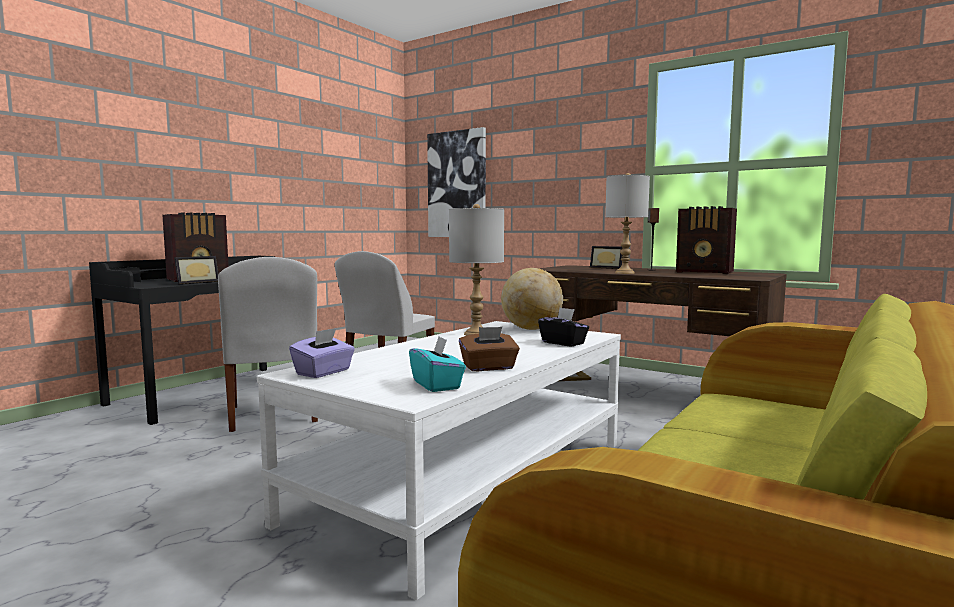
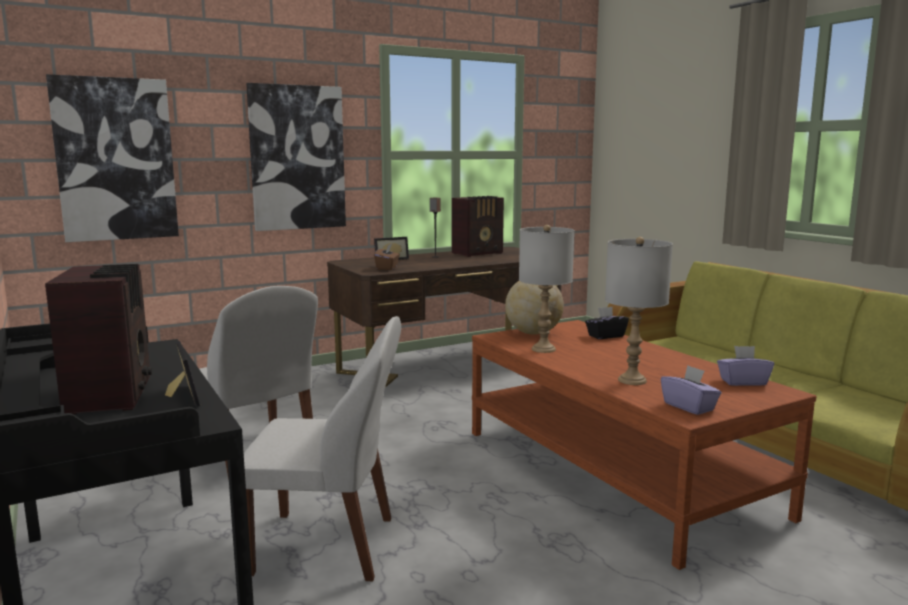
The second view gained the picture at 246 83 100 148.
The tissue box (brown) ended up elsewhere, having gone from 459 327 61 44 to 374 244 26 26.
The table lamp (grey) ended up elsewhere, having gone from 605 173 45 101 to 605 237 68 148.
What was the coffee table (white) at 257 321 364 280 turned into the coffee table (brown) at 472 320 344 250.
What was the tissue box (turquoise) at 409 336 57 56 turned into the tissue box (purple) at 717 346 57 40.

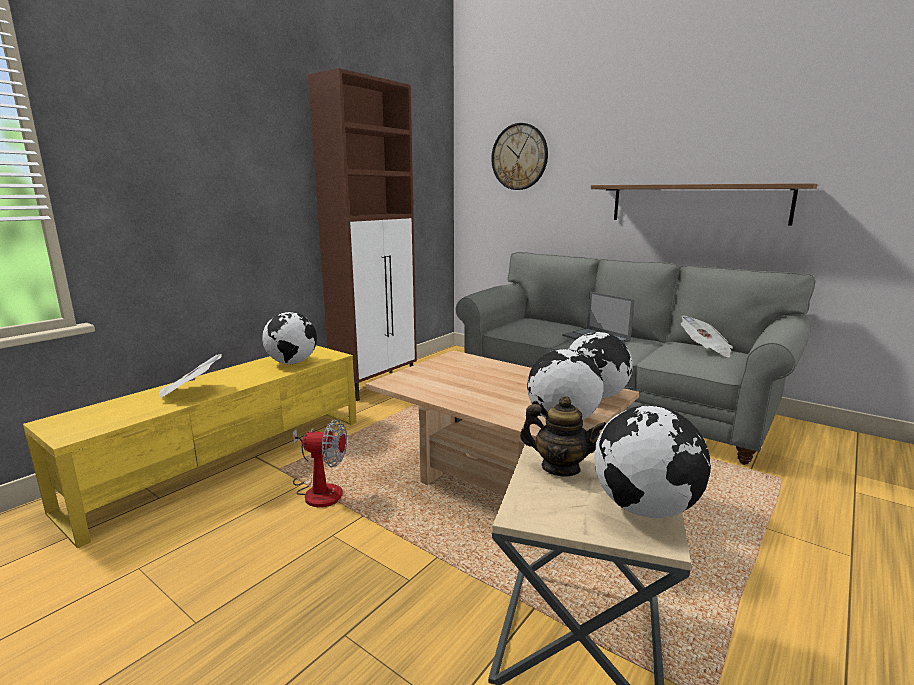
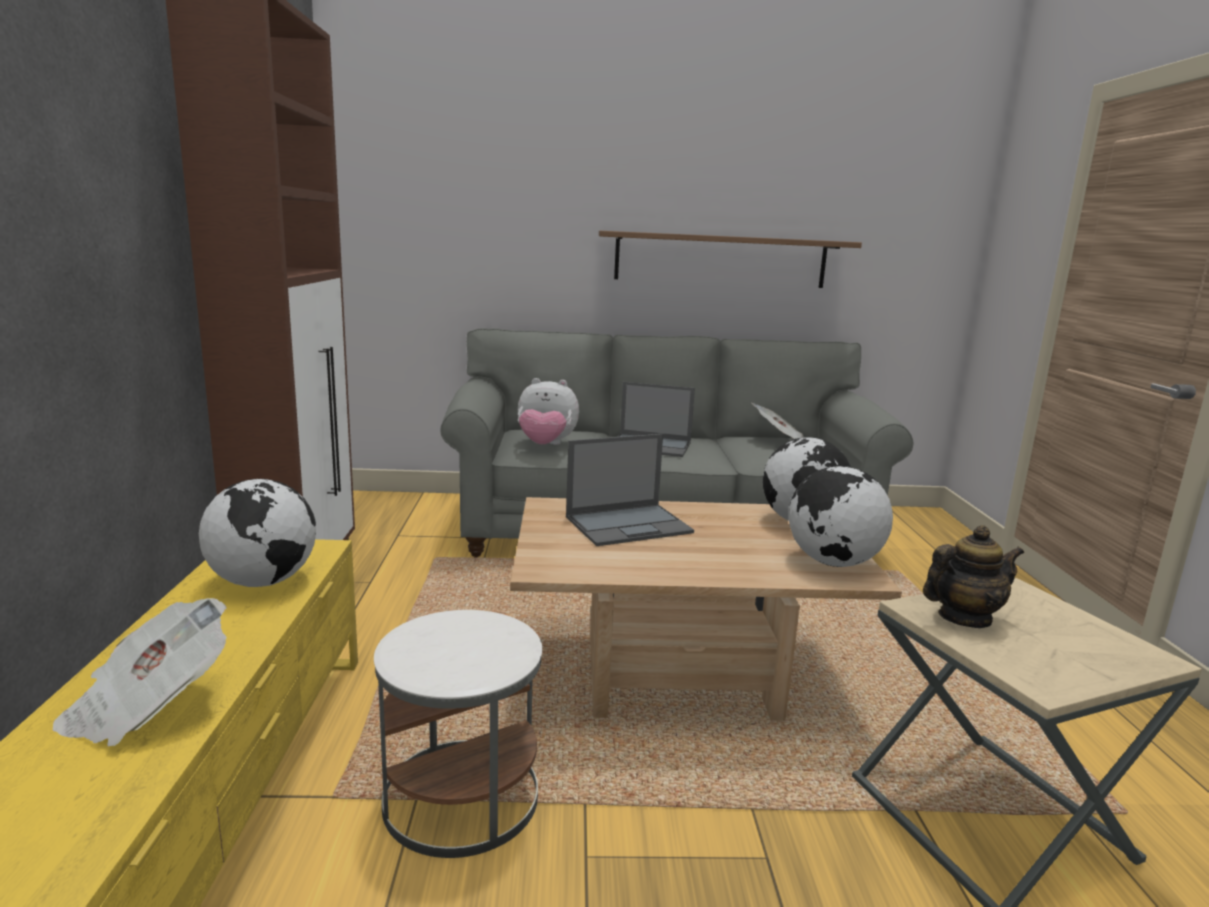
The second view lost the wall clock at 491 123 57 67.
The second view lost the globe at 594 406 117 112.
The second view gained the plush toy at 518 378 61 67.
The second view gained the laptop at 566 434 128 112.
Where the fan stood at 293 419 54 88, the side table (white) came to stand at 374 610 168 248.

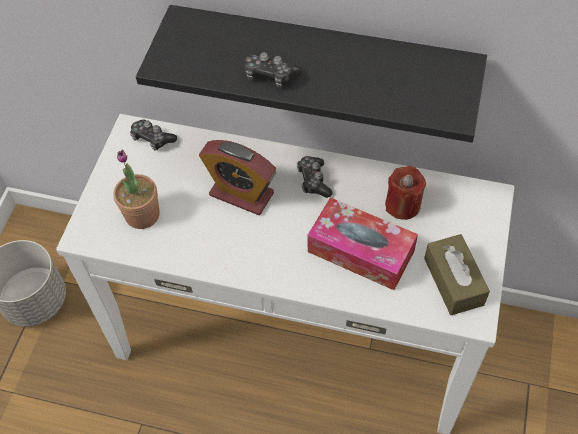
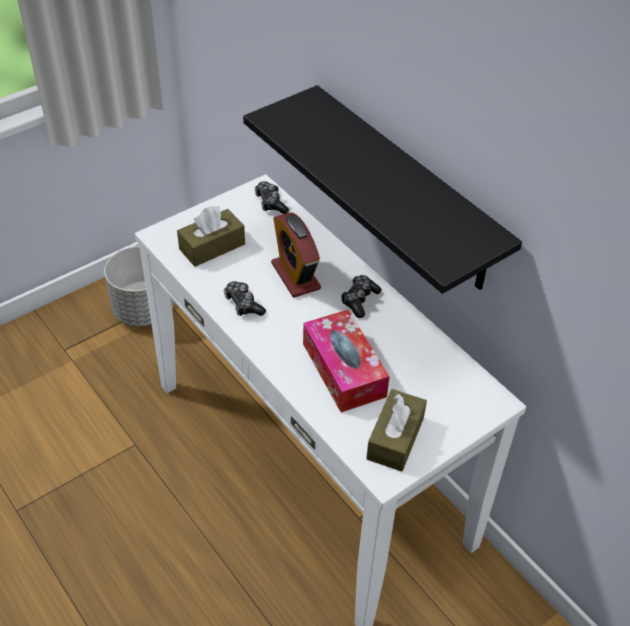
The second view lost the candle (red) at 385 166 41 54.
The game controller ended up elsewhere, having gone from 244 52 57 36 to 224 281 42 35.
Where the potted plant stood at 113 149 47 80, the tissue box (brown) came to stand at 177 206 68 61.

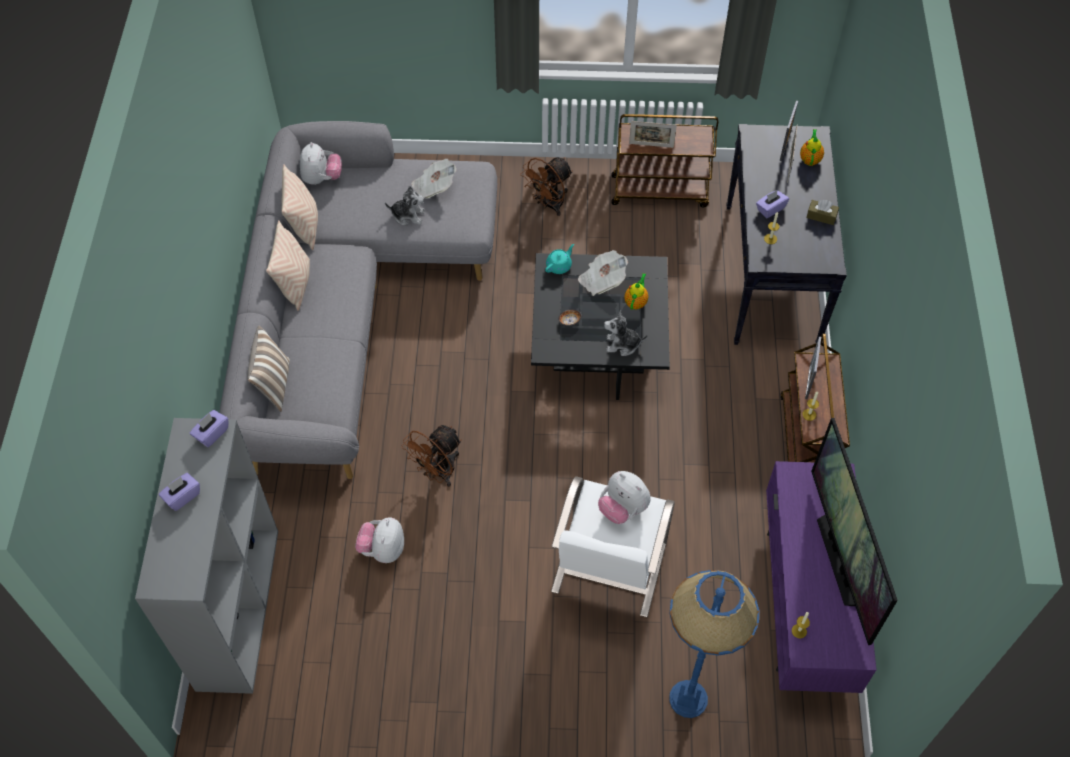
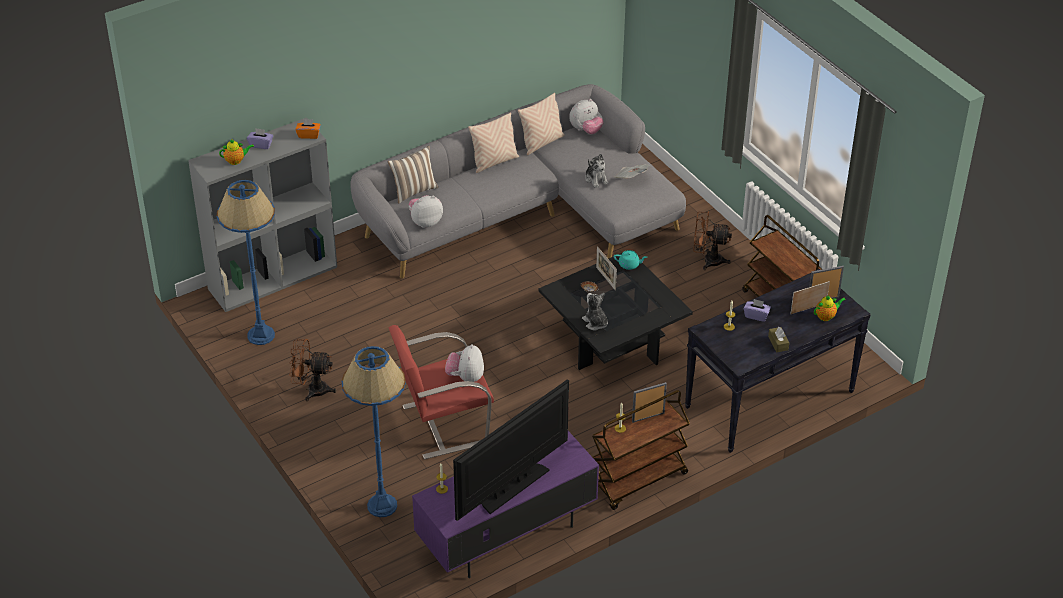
The second view lost the newspaper at 578 250 50 46.
The second view gained the floor lamp (blue) at 217 180 58 165.
The plush toy ended up elsewhere, having gone from 355 517 49 46 to 409 195 34 33.
The fan (brown) ended up elsewhere, having gone from 402 425 60 62 to 289 339 47 62.
The teapot ended up elsewhere, having gone from 624 273 24 37 to 219 139 35 26.
The picture frame ended up elsewhere, having gone from 629 121 48 27 to 596 246 21 44.
What was the tissue box (purple) at 190 410 38 37 turned into the tissue box (orange) at 295 119 26 20.
What was the armchair (white) at 551 476 124 141 turned into the armchair (red) at 388 325 106 134.

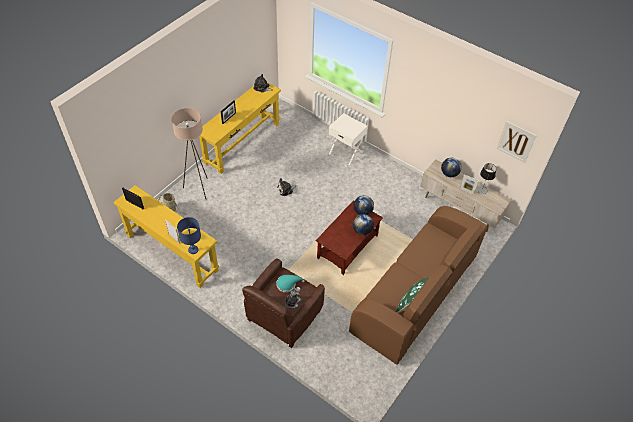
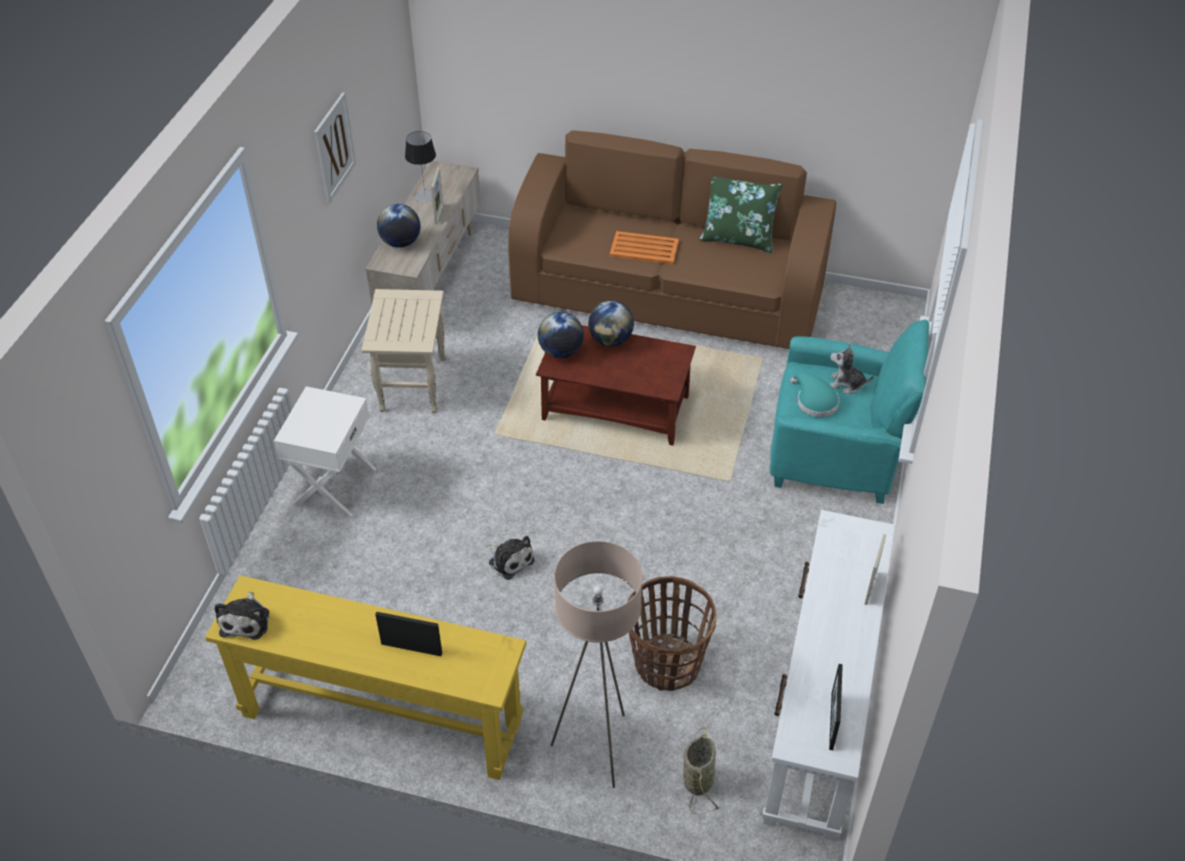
The second view lost the table lamp (blue) at 177 217 24 37.
The second view gained the side table (beige) at 361 289 85 124.
The second view gained the tray (orange) at 610 231 69 33.
The second view gained the basket at 627 576 89 115.
The picture ended up elsewhere, having gone from 496 121 41 42 to 314 92 42 112.
What was the console table (yellow) at 113 185 106 103 turned into the console table (white) at 762 510 133 332.
What was the armchair (brown) at 242 259 83 89 turned into the armchair (turquoise) at 770 320 159 184.

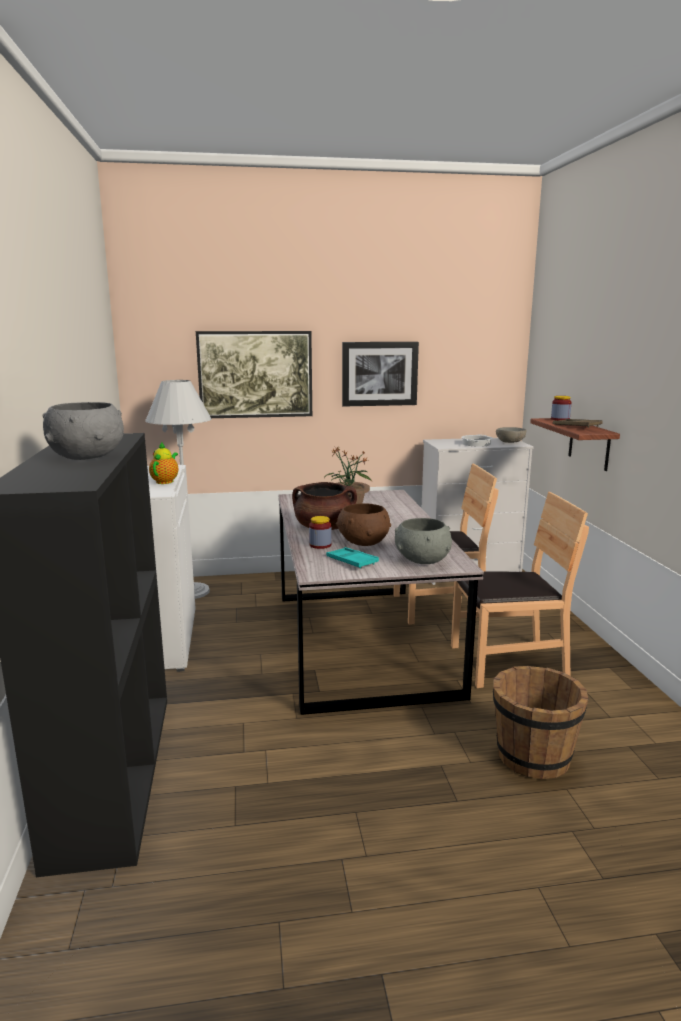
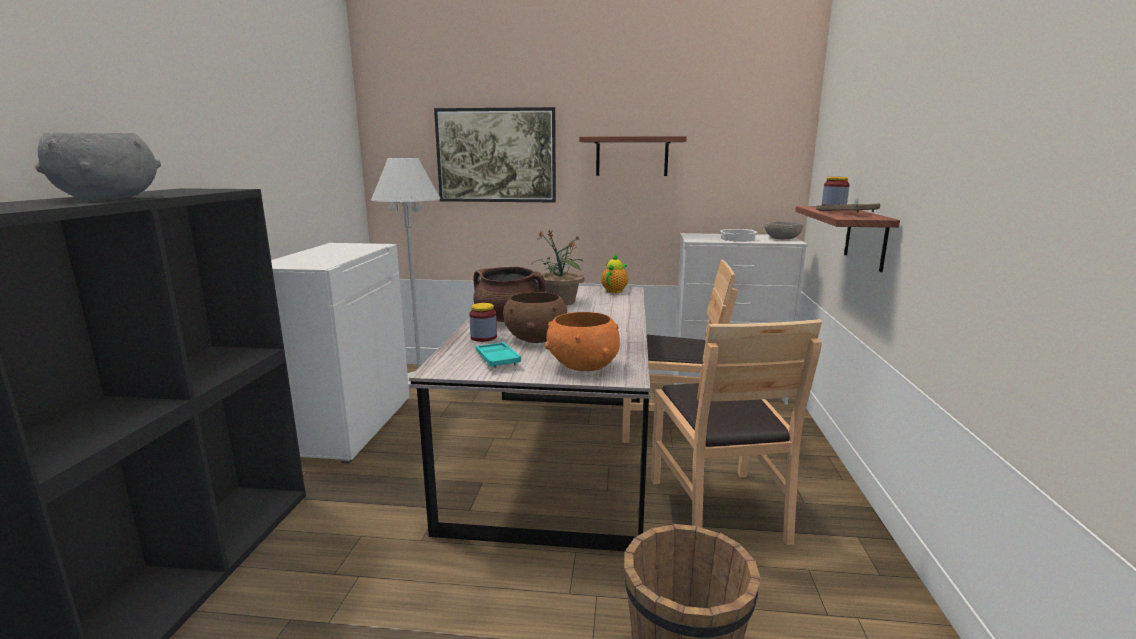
The teapot ended up elsewhere, having gone from 149 443 29 41 to 601 253 27 40.
Where the picture hung at 342 342 77 65, the shelf came to hang at 579 136 108 40.
What was the bowl (grey) at 395 518 57 46 turned into the bowl (orange) at 545 312 75 59.
The chair (brown) at 451 492 138 196 ended up facing another way, 75 degrees clockwise from before.

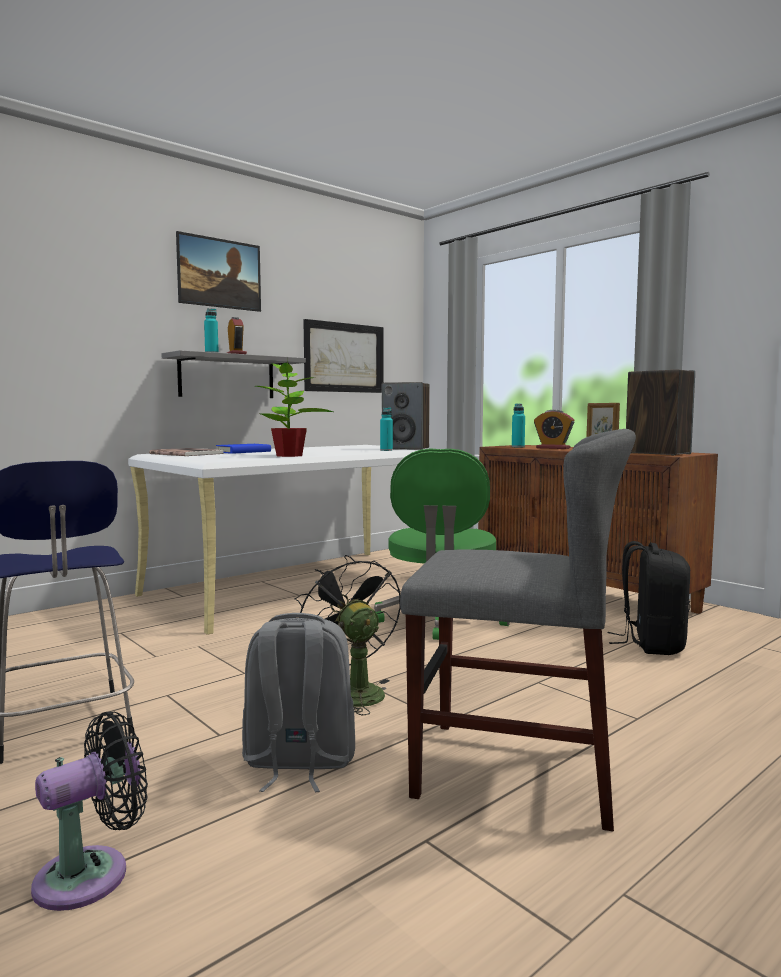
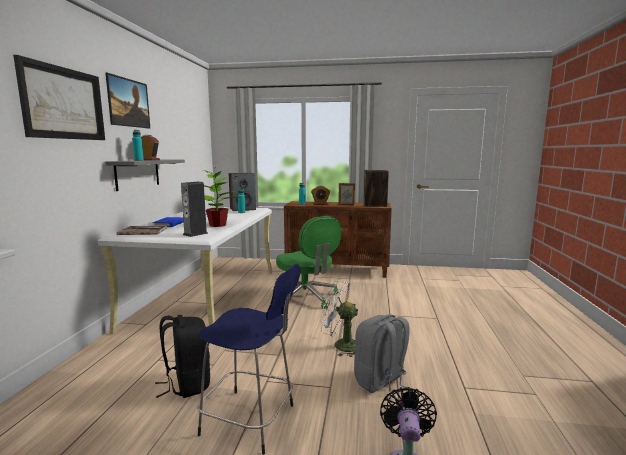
The second view lost the chair (grey) at 400 429 236 402.
The second view gained the speaker at 181 182 27 55.
The picture ended up elsewhere, having gone from 303 319 81 74 to 13 55 92 85.
The backpack (black) ended up elsewhere, having gone from 607 541 83 114 to 155 315 55 83.
What was the fan (black) at 295 555 106 161 turned into the fan (white) at 320 280 38 77.

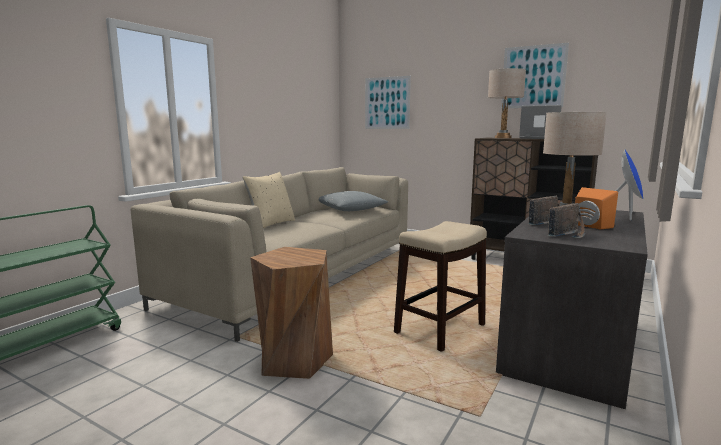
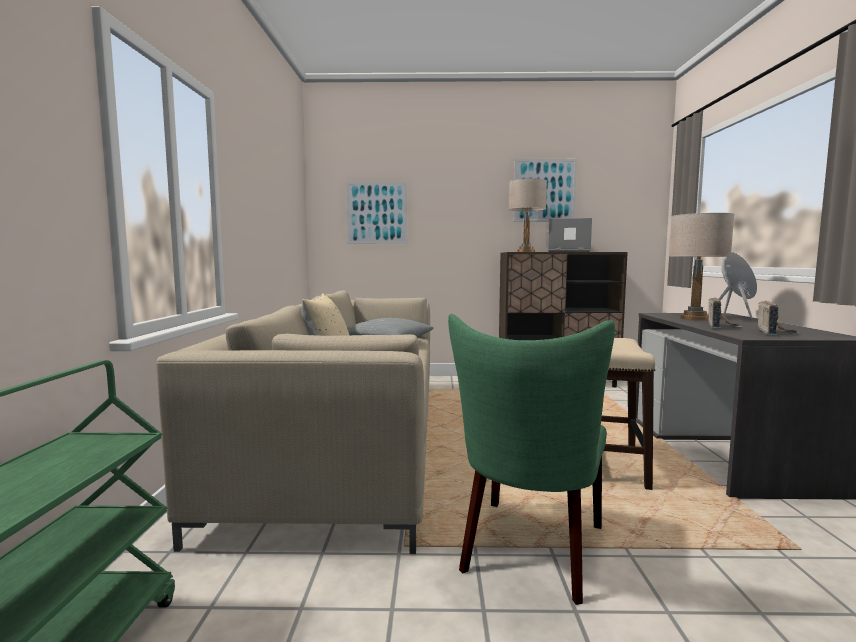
The second view lost the speaker (orange) at 575 187 43 42.
Where the stool (brown) stood at 250 247 83 132, the chair (green) came to stand at 448 314 167 291.

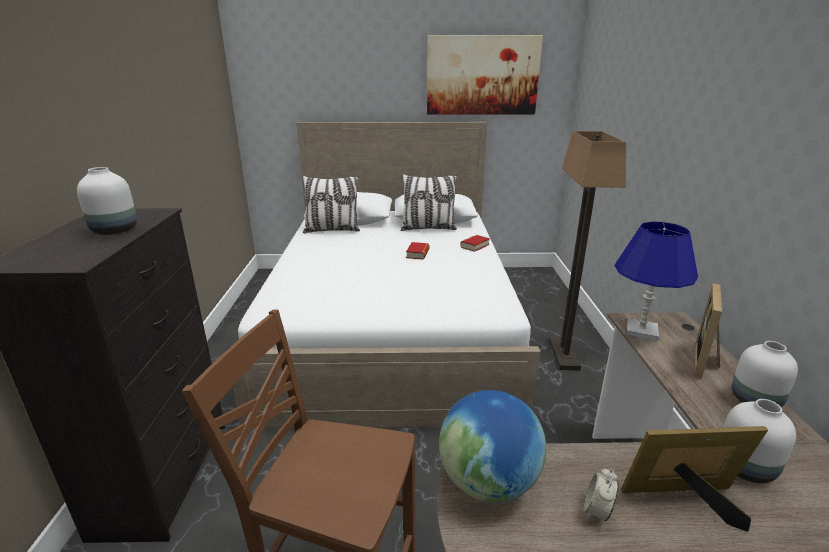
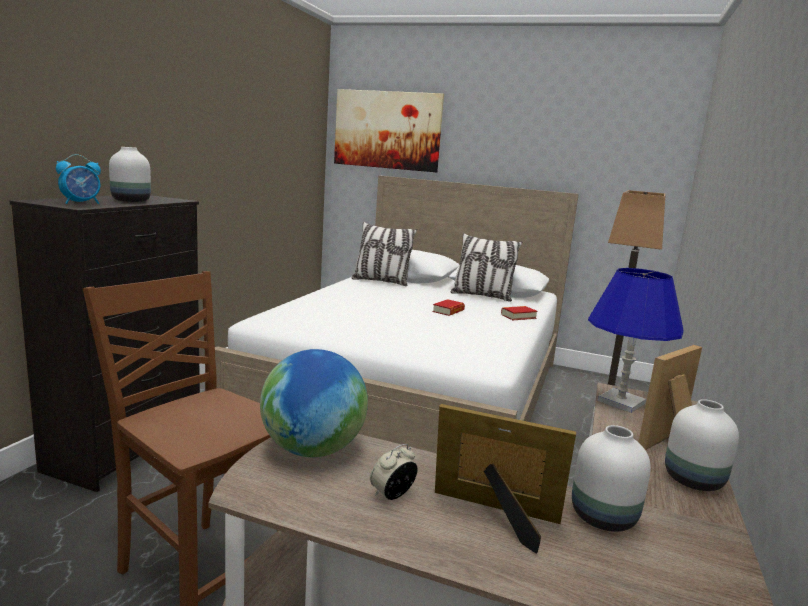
The second view gained the alarm clock at 56 154 45 50.
The picture ended up elsewhere, having gone from 427 35 116 80 to 334 89 110 83.

